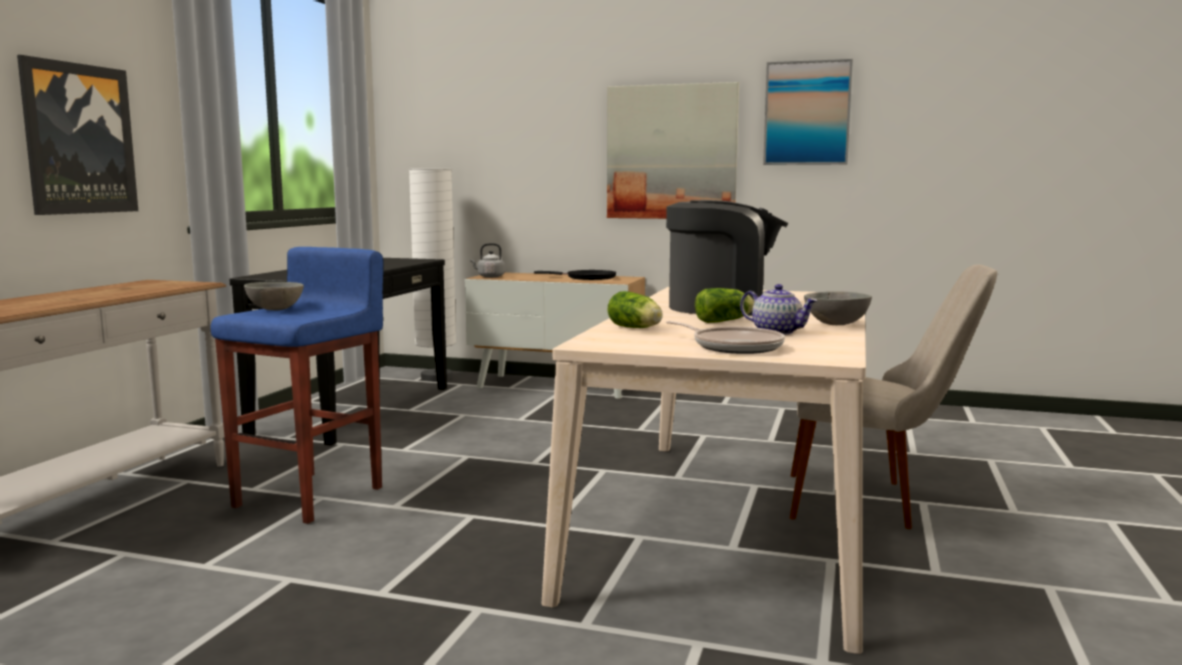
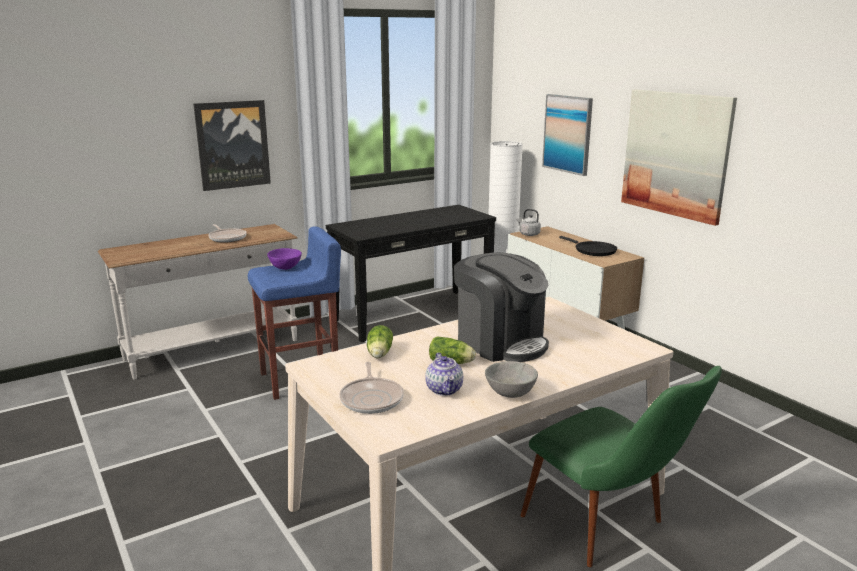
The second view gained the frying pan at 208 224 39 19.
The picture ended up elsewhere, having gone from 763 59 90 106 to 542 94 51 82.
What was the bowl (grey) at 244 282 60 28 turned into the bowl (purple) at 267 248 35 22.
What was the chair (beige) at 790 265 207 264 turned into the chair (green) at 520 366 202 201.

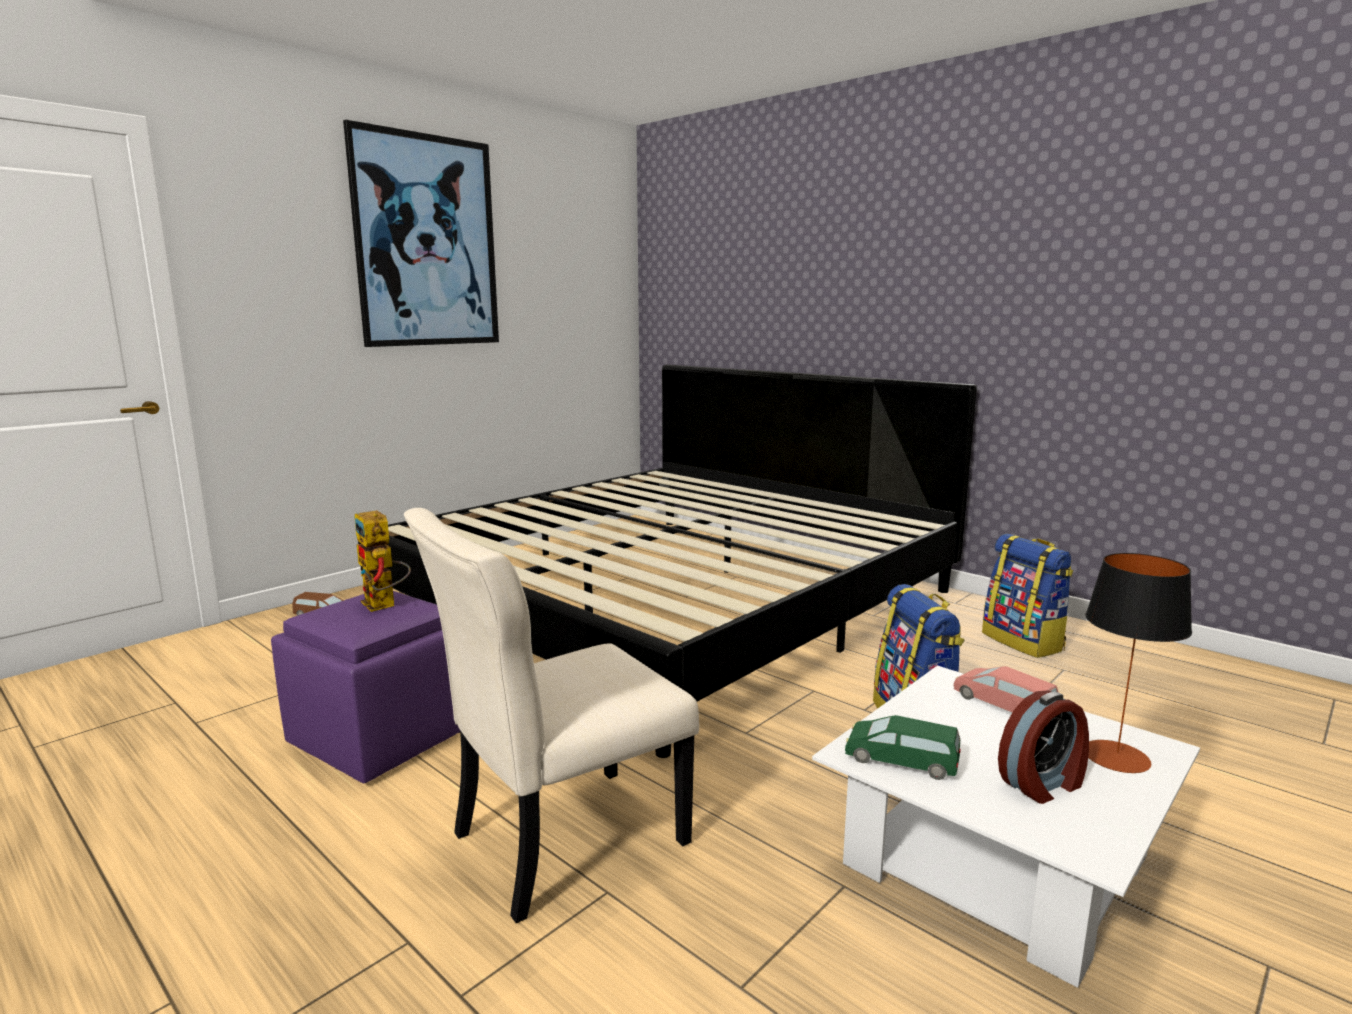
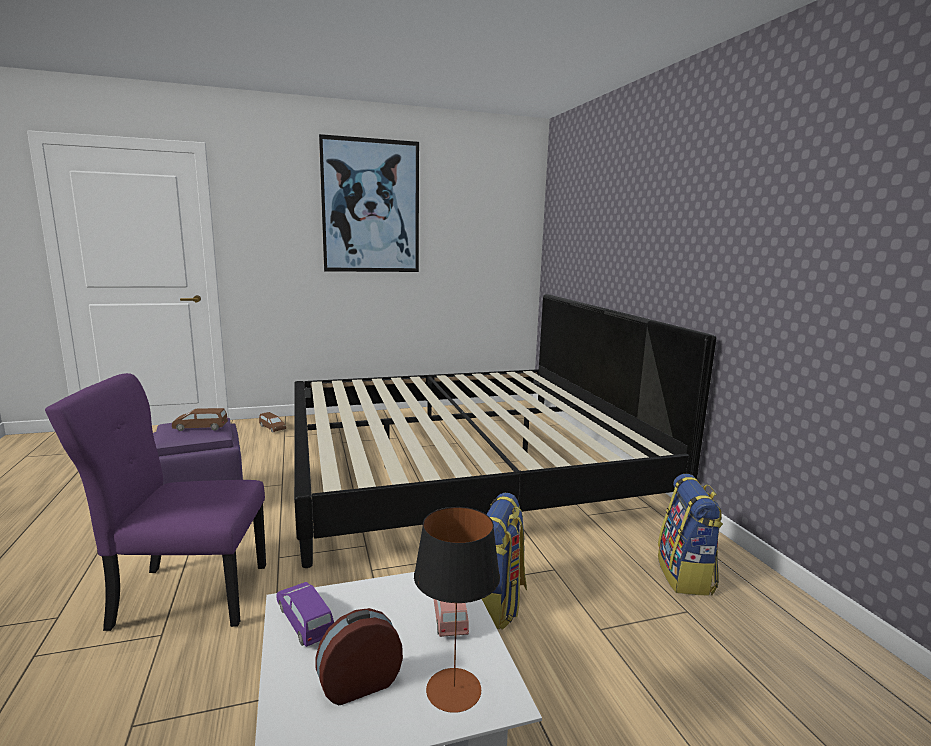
Where the toy robot stood at 355 510 56 102, the toy car (brown) came to stand at 172 408 56 23.
What was the chair (beige) at 404 508 295 415 turned into the chair (purple) at 45 373 221 258.
What was the toy car (green) at 845 715 116 65 turned into the toy car (purple) at 276 582 58 65.
The alarm clock at 998 691 91 113 ended up facing another way, 150 degrees clockwise from before.

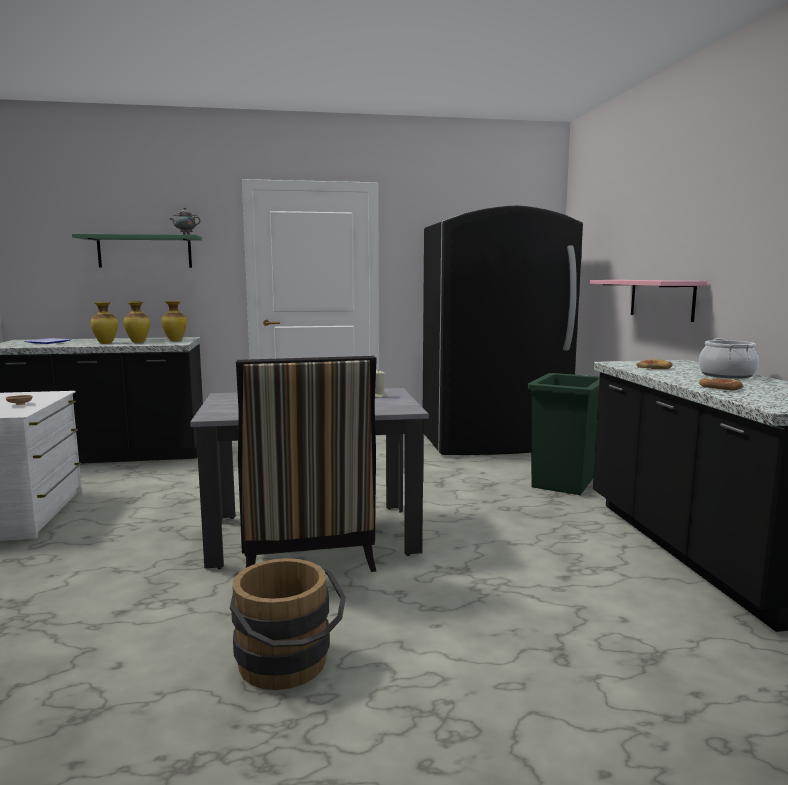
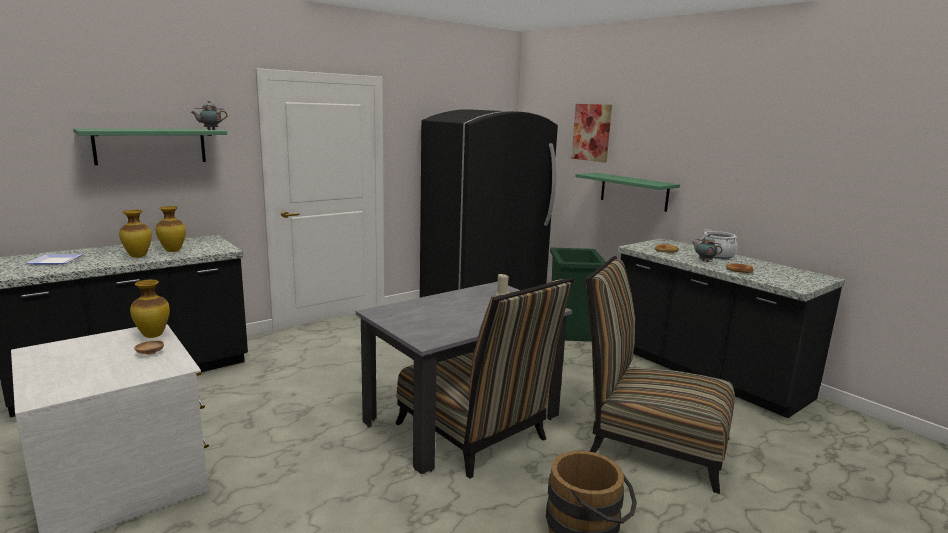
The second view gained the picture at 572 104 40 59.
The second view gained the chair at 585 256 150 238.
The second view gained the teapot at 692 234 30 28.
The vase ended up elsewhere, having gone from 161 301 26 40 to 130 279 40 59.
What was the shelf (pink) at 589 280 118 42 turned into the shelf (green) at 575 173 105 39.

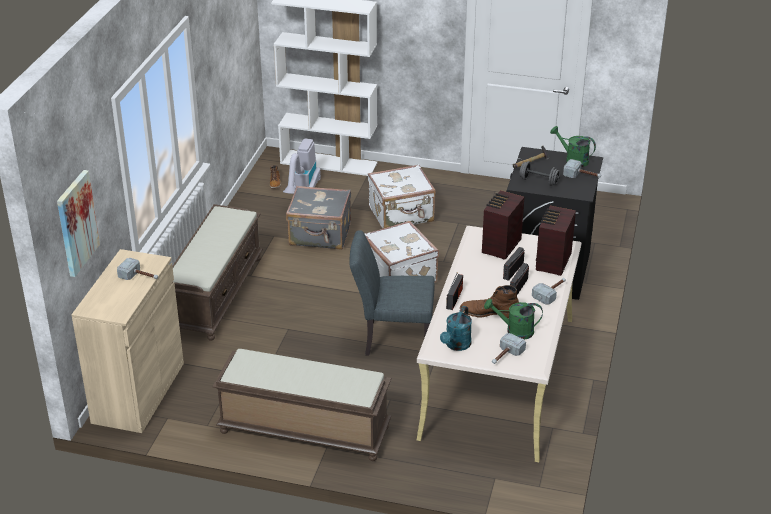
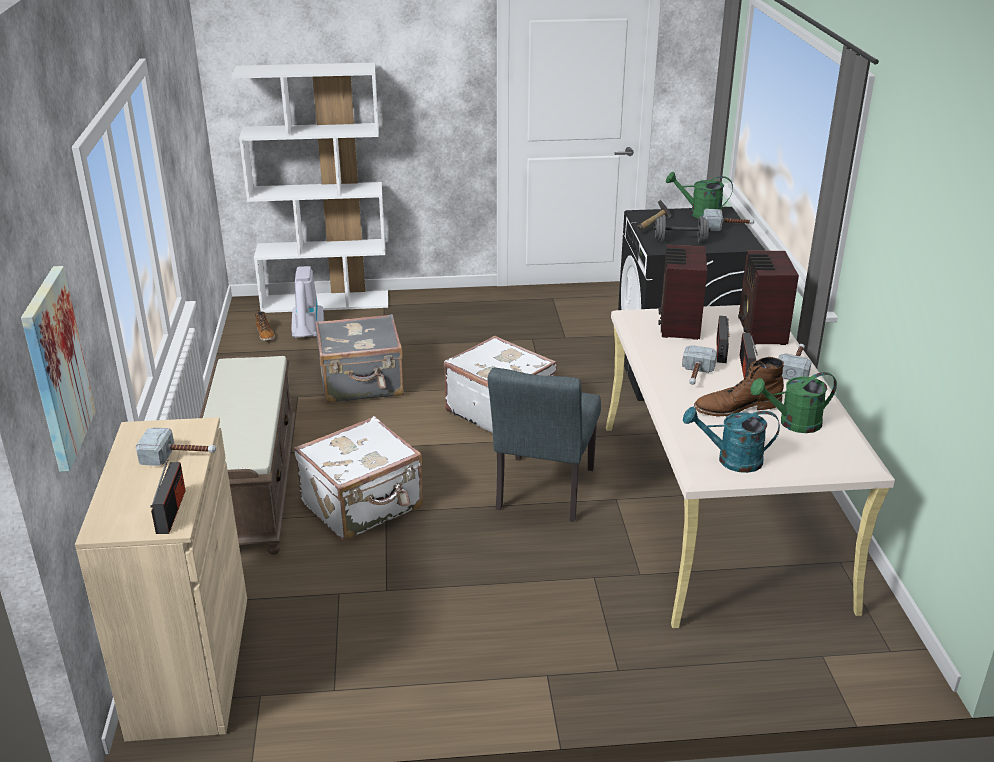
The second view lost the bench (brown) at 212 349 180 112.
The suitcase (white) ended up elsewhere, having gone from 368 164 68 65 to 294 416 129 125.
The radio ended up elsewhere, having gone from 446 272 17 38 to 151 459 35 75.
The hammer ended up elsewhere, having gone from 492 333 34 31 to 682 345 35 40.
The chair (grey) at 349 230 86 125 ended up facing another way, 60 degrees counterclockwise from before.
The watering can (turquoise) at 440 306 32 45 ended up facing another way, 90 degrees clockwise from before.

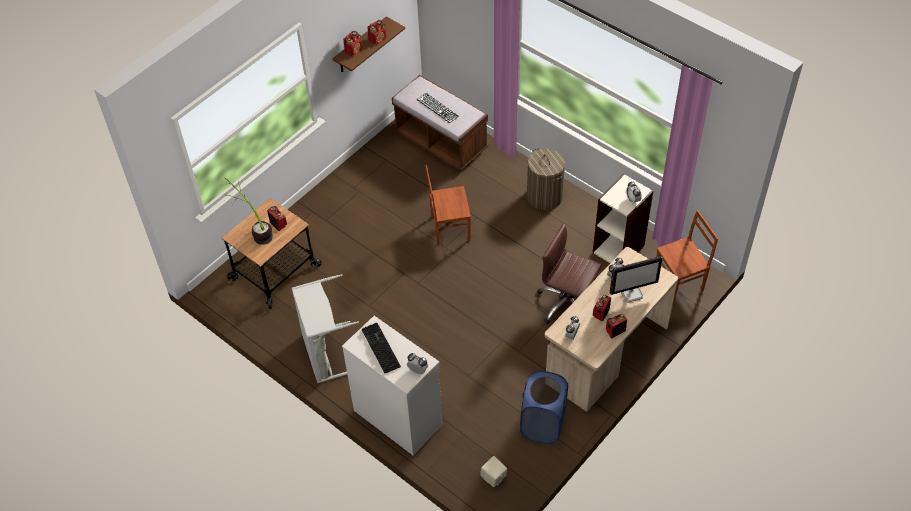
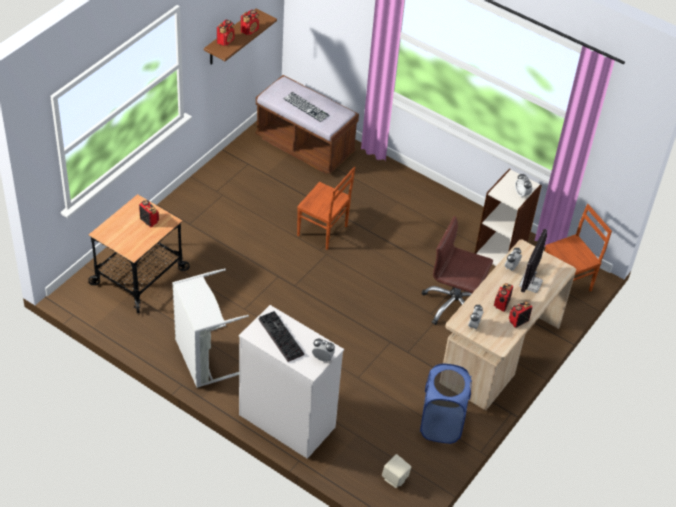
The second view lost the potted plant at 223 178 50 67.
The second view lost the laundry basket at 527 148 38 62.
The chair (brown) at 426 165 45 81 ended up facing another way, 135 degrees counterclockwise from before.
The monitor at 610 256 53 47 ended up facing another way, 135 degrees clockwise from before.

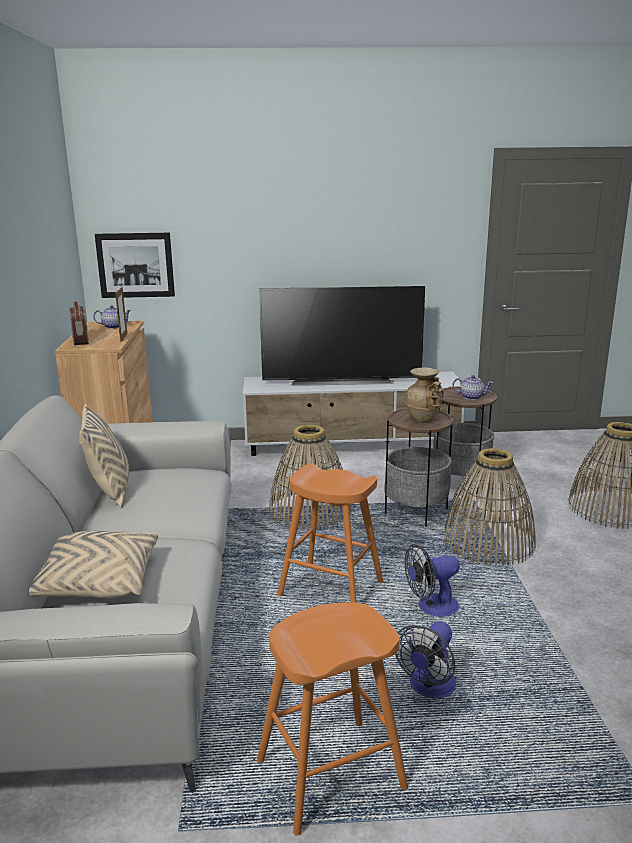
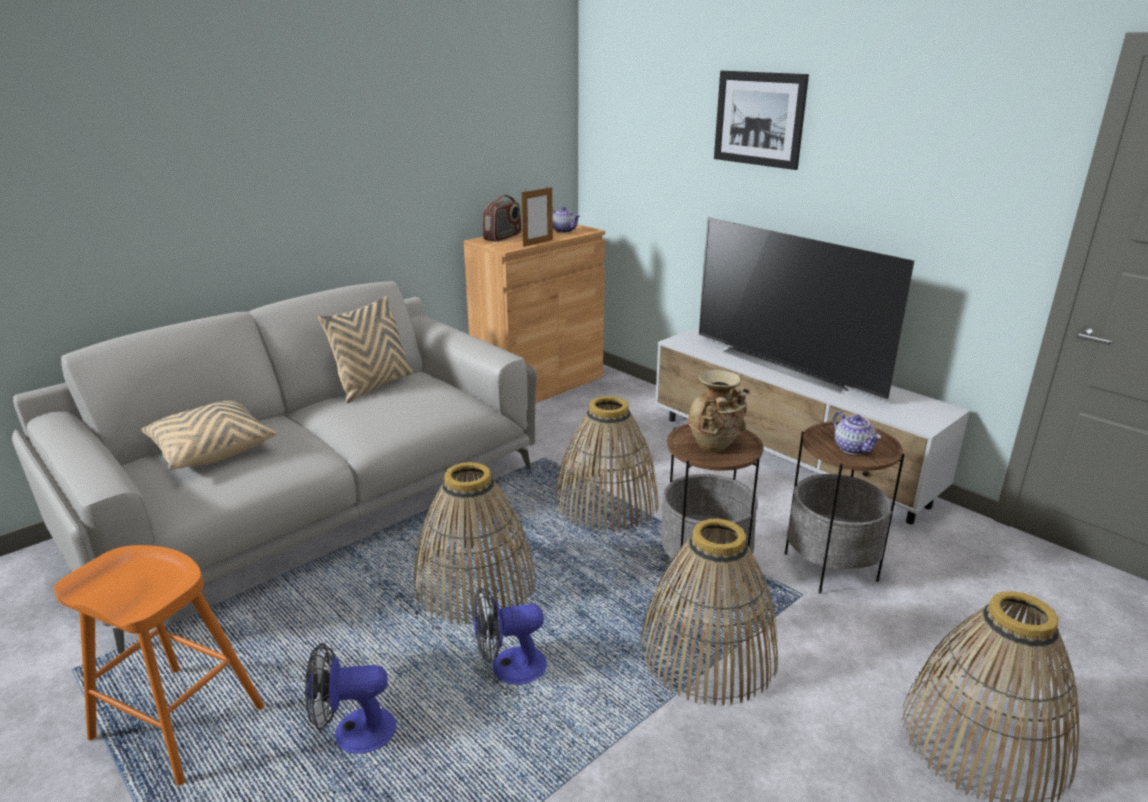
The picture ended up elsewhere, having gone from 95 233 80 65 to 714 71 95 99.
Where the stool (orange) stood at 278 464 105 139, the basket came to stand at 413 462 123 163.
The fan at 405 544 55 73 ended up facing another way, 45 degrees counterclockwise from before.

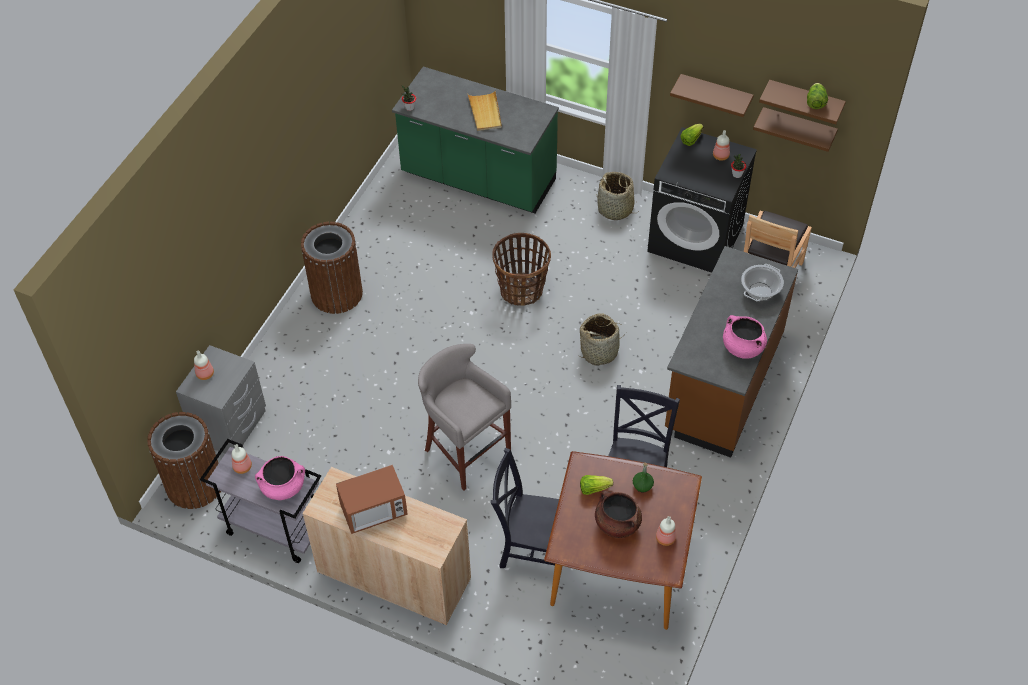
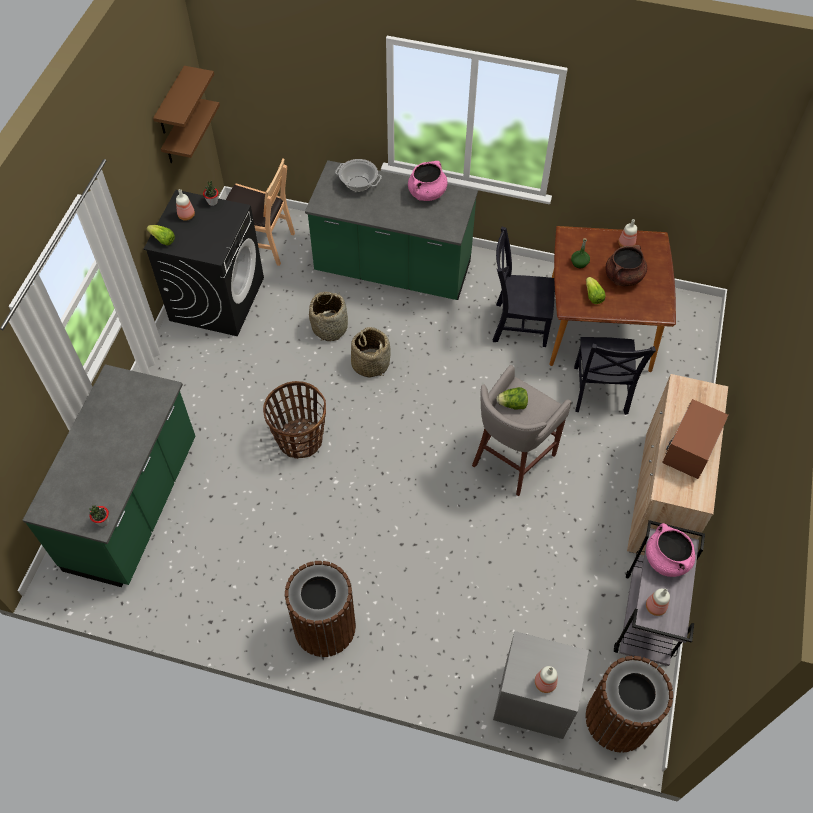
The second view lost the tray (beige) at 468 91 34 40.
The second view lost the shelf (brown) at 670 74 84 43.
The basket ended up elsewhere, having gone from 596 172 43 48 to 309 292 39 49.
The lettuce ended up elsewhere, having gone from 807 83 21 26 to 497 387 31 22.
What was the counter (brown) at 665 246 133 212 turned into the counter (green) at 305 160 173 140.
The microwave at 336 465 72 69 ended up facing another way, 120 degrees counterclockwise from before.

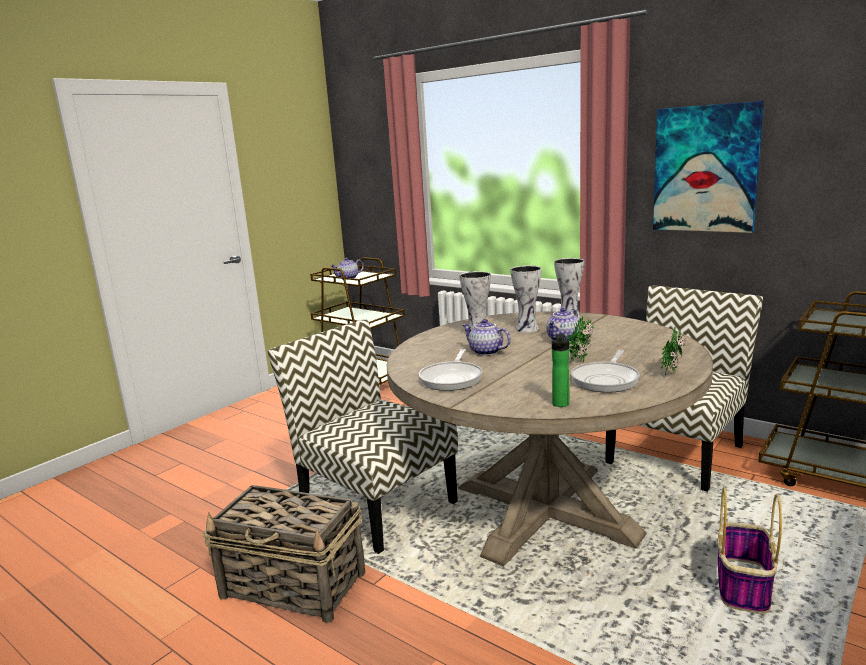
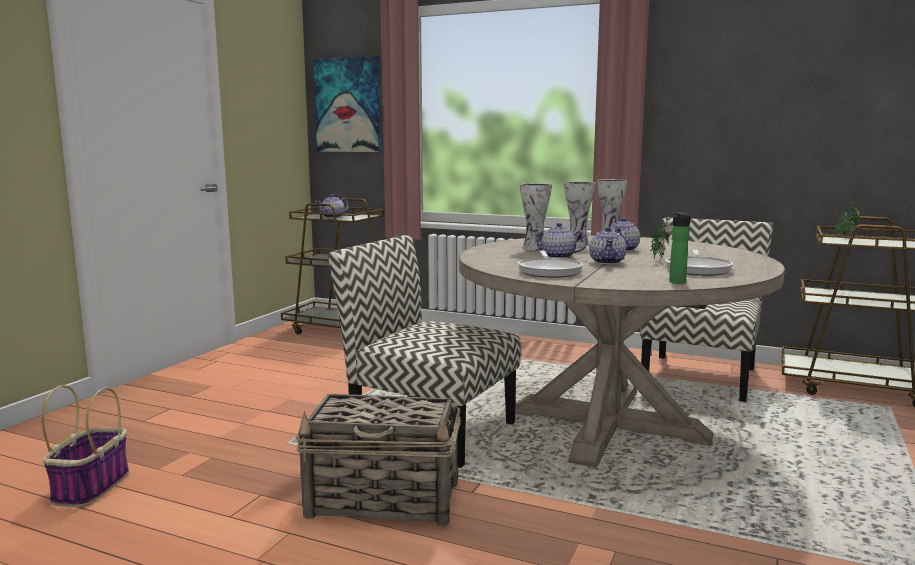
The second view gained the teapot at 589 227 37 38.
The picture ended up elsewhere, having gone from 653 101 111 132 to 313 56 68 96.
The potted plant ended up elsewhere, having gone from 661 326 25 50 to 832 202 28 37.
The basket ended up elsewhere, having gone from 718 487 64 127 to 42 385 87 122.

